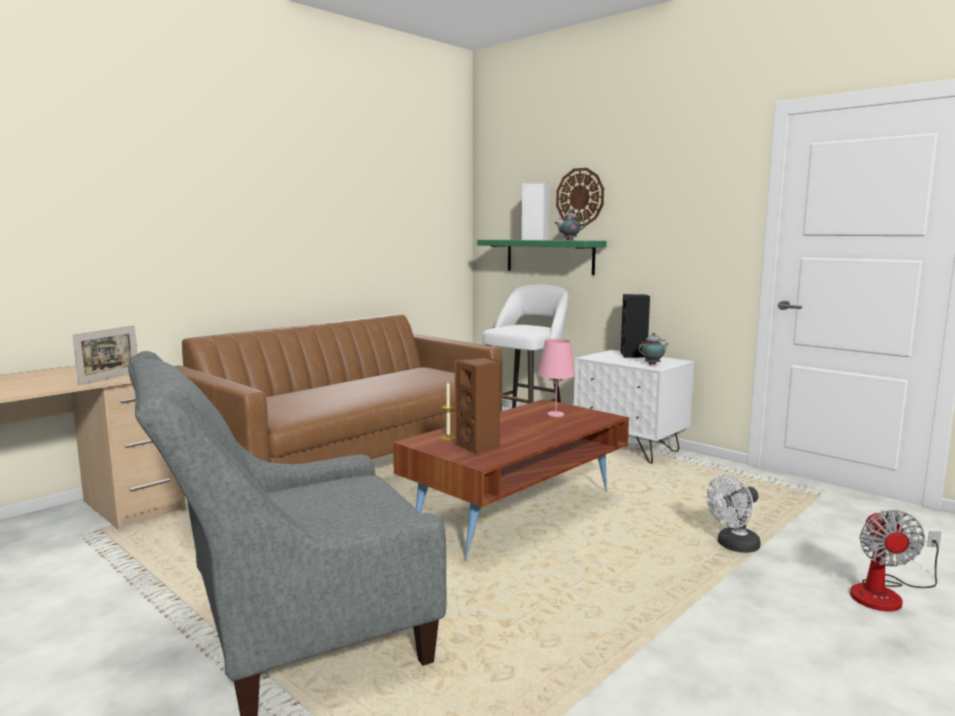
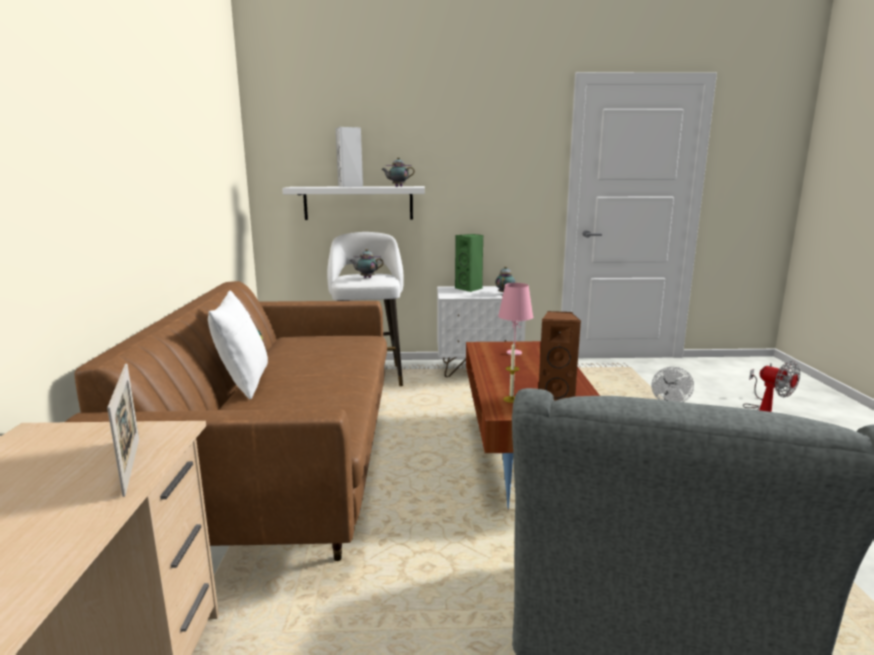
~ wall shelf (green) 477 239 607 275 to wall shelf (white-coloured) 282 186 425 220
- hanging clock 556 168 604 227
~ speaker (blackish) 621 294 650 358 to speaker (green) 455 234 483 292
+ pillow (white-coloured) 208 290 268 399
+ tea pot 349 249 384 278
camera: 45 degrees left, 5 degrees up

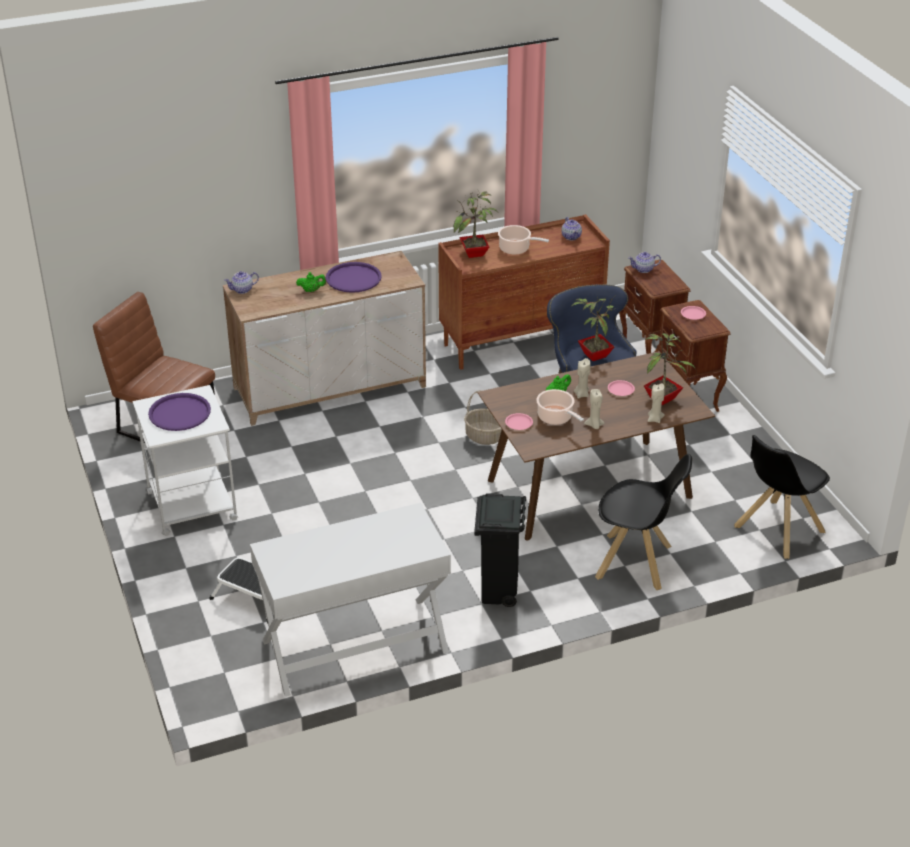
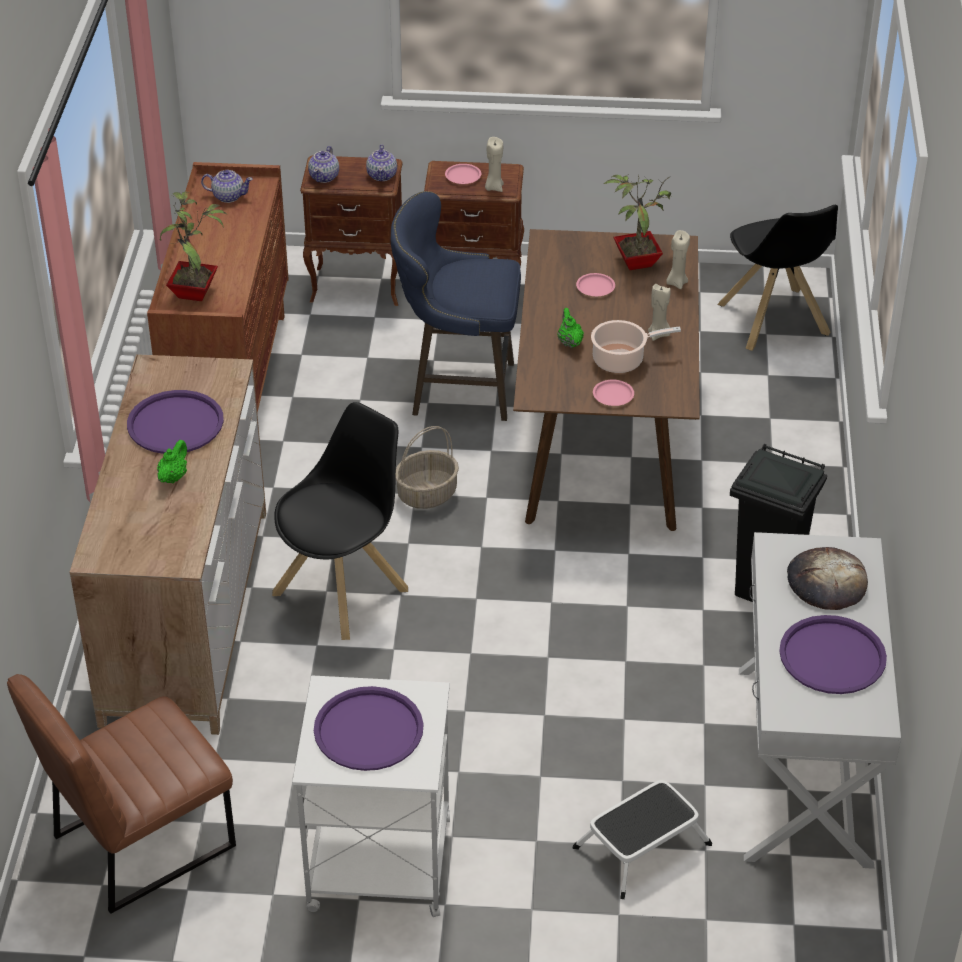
~ tea pot 224 271 259 294 to 366 144 397 181
- stockpot 498 225 549 255
- houseplant 572 295 616 361
~ candle (beige-coloured) 574 358 591 398 to 485 137 504 192
~ plain chair (blackish) 595 454 692 590 to 272 402 408 640
+ tray (purplish) 779 615 887 694
+ bakery bread 787 547 868 610
camera: 65 degrees left, 5 degrees up

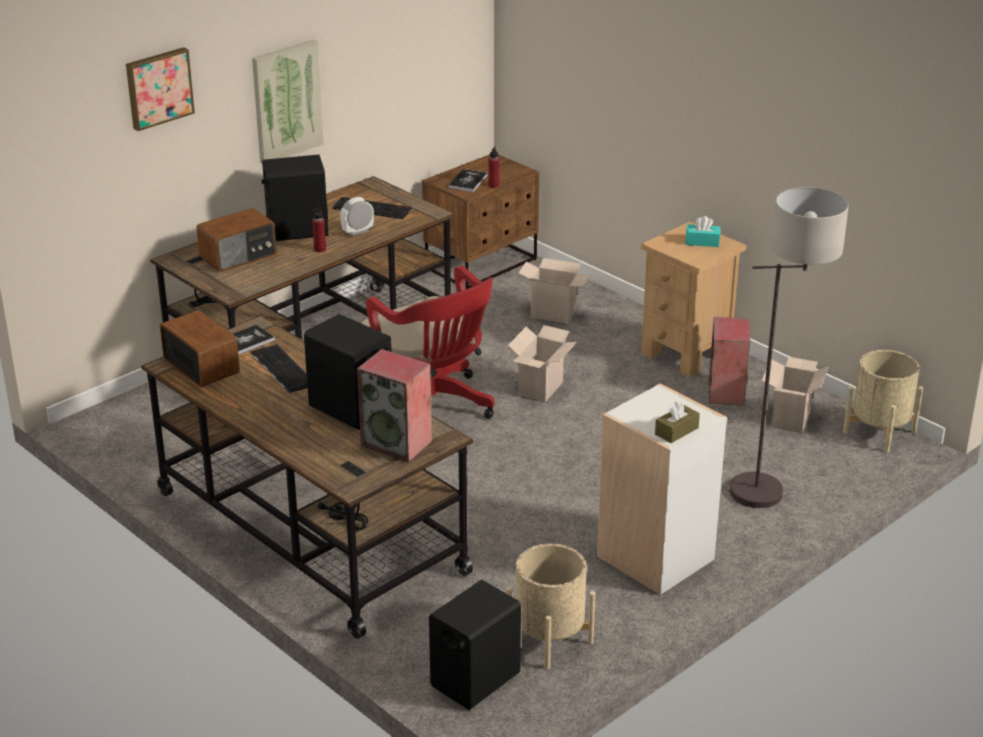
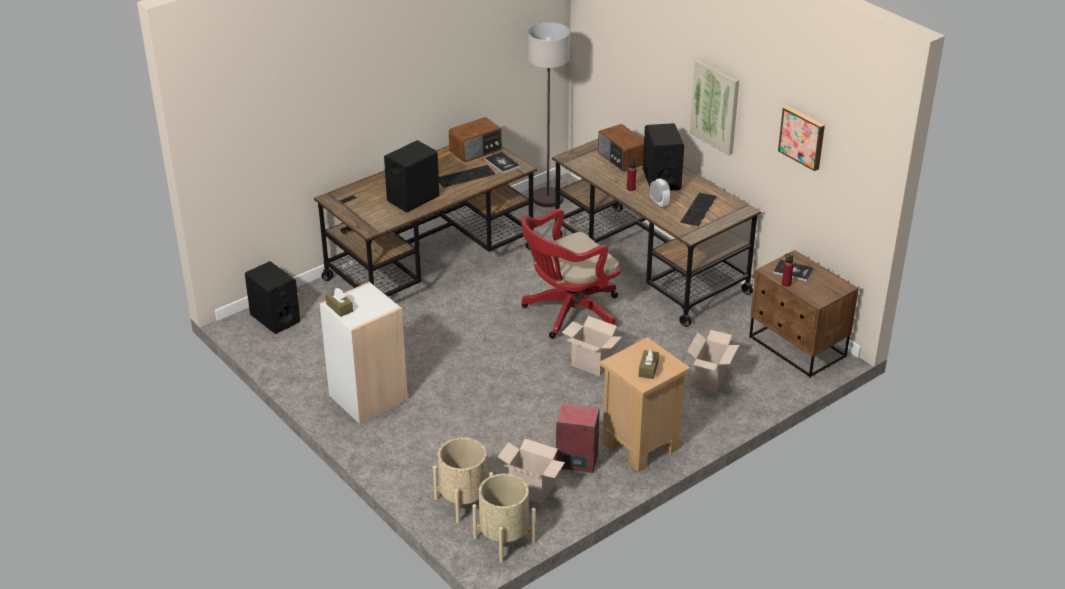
~ picture 126 47 195 131 to 778 106 825 171
- speaker 357 349 432 462
~ flower pot (beige-coloured) 506 544 595 670 to 433 437 493 524
~ tissue box (turquoise) 685 216 720 247 to tissue box (brown) 639 349 659 379
~ standard lamp (grey) 730 187 848 508 to 528 22 570 207
camera: 95 degrees right, 5 degrees up

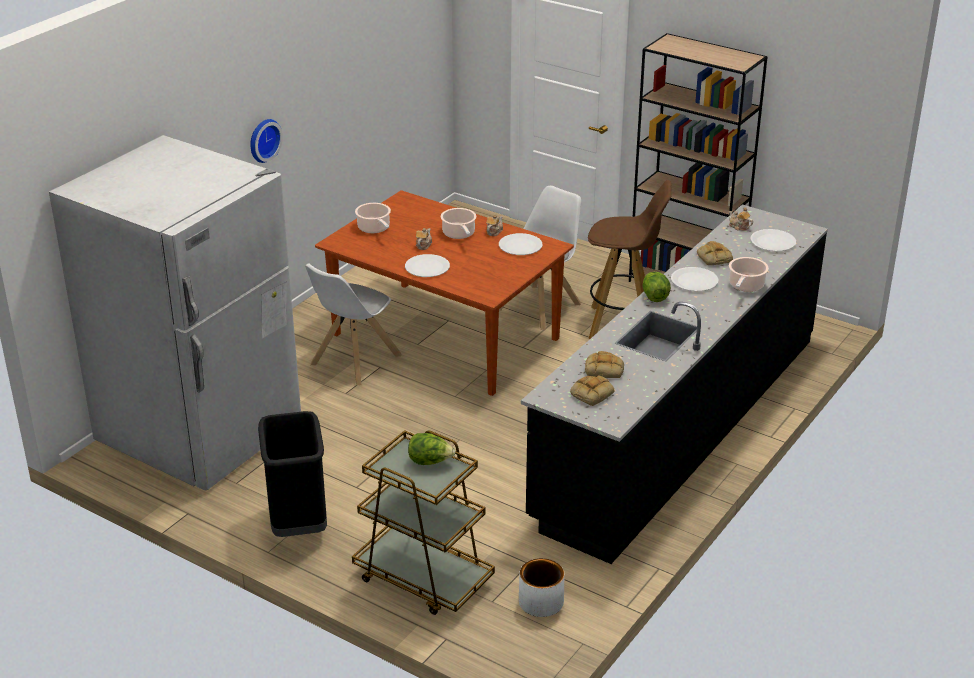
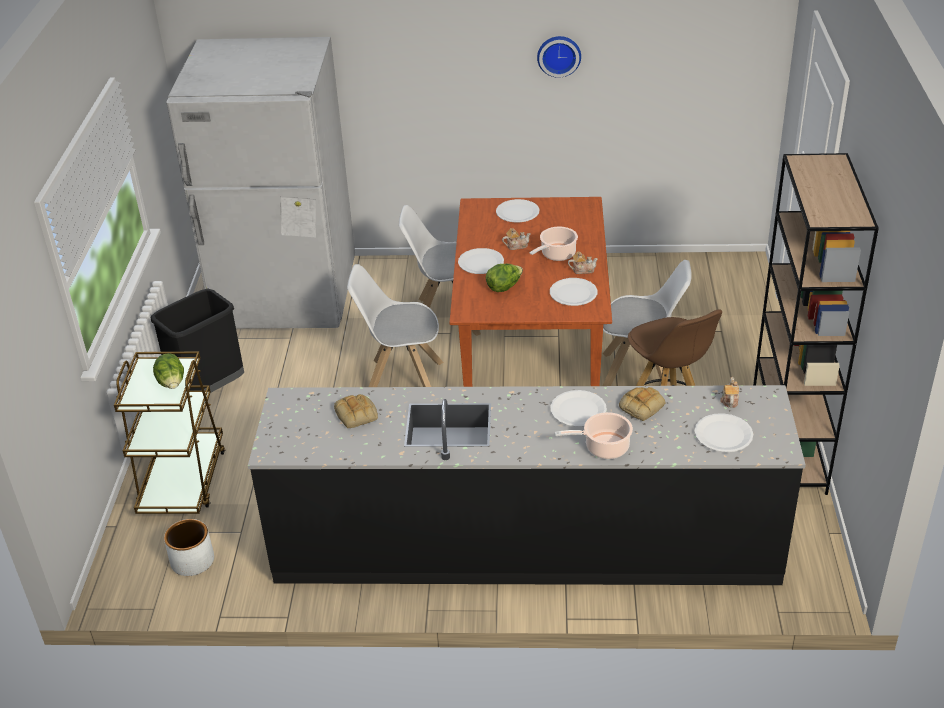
~ hanging clock 250 119 283 163 to 537 36 581 78
~ stockpot 355 203 391 234 to plate (white-coloured) 496 199 539 222
- bakery bread 570 376 615 406
~ head of lettuce 643 272 671 302 to 486 264 523 292
+ plain chair 347 264 444 387
camera: 60 degrees right, 5 degrees up

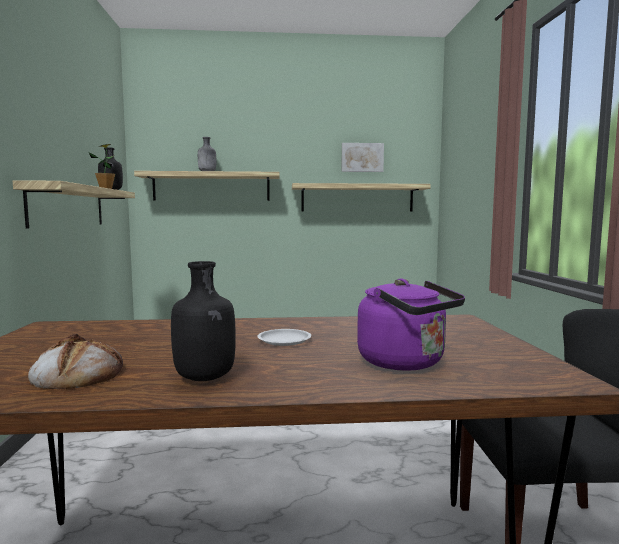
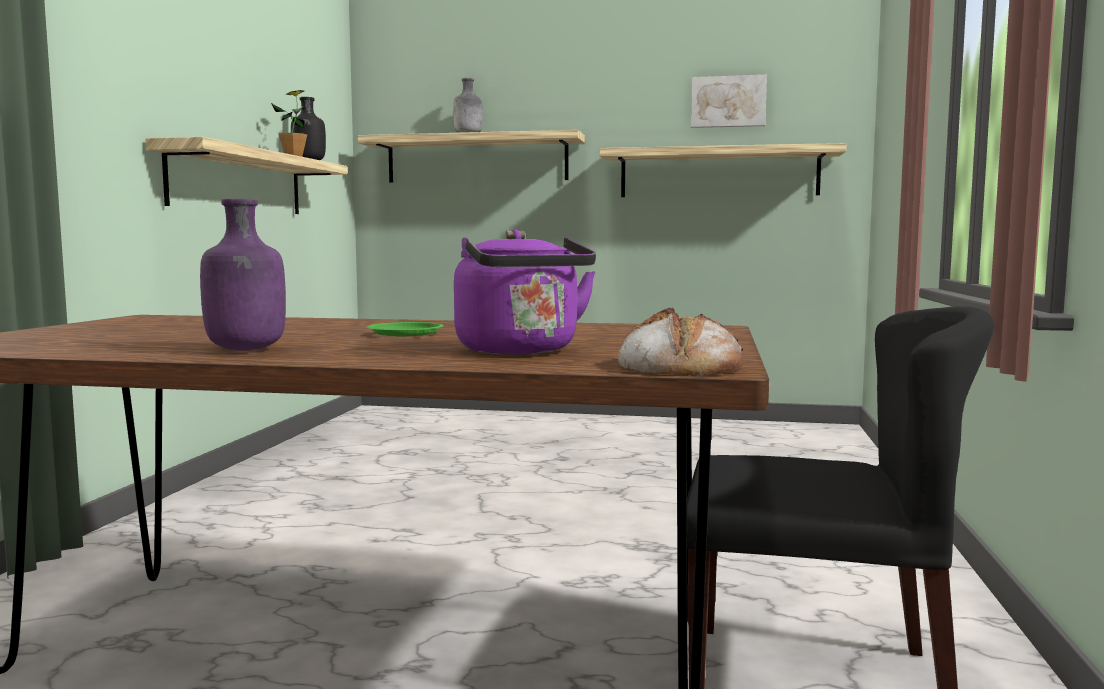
~ bakery bread 28 334 123 389 to 618 308 743 376
~ drink bottle (blackish) 171 261 236 381 to drink bottle (purplish) 200 199 286 351
~ plate (white-coloured) 257 329 311 346 to plate (green) 367 322 444 336
camera: 15 degrees right, 0 degrees up

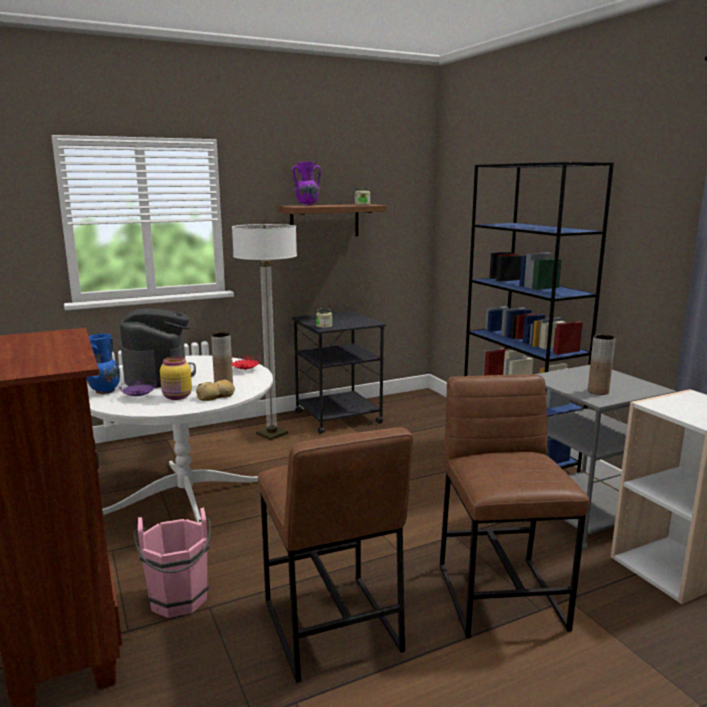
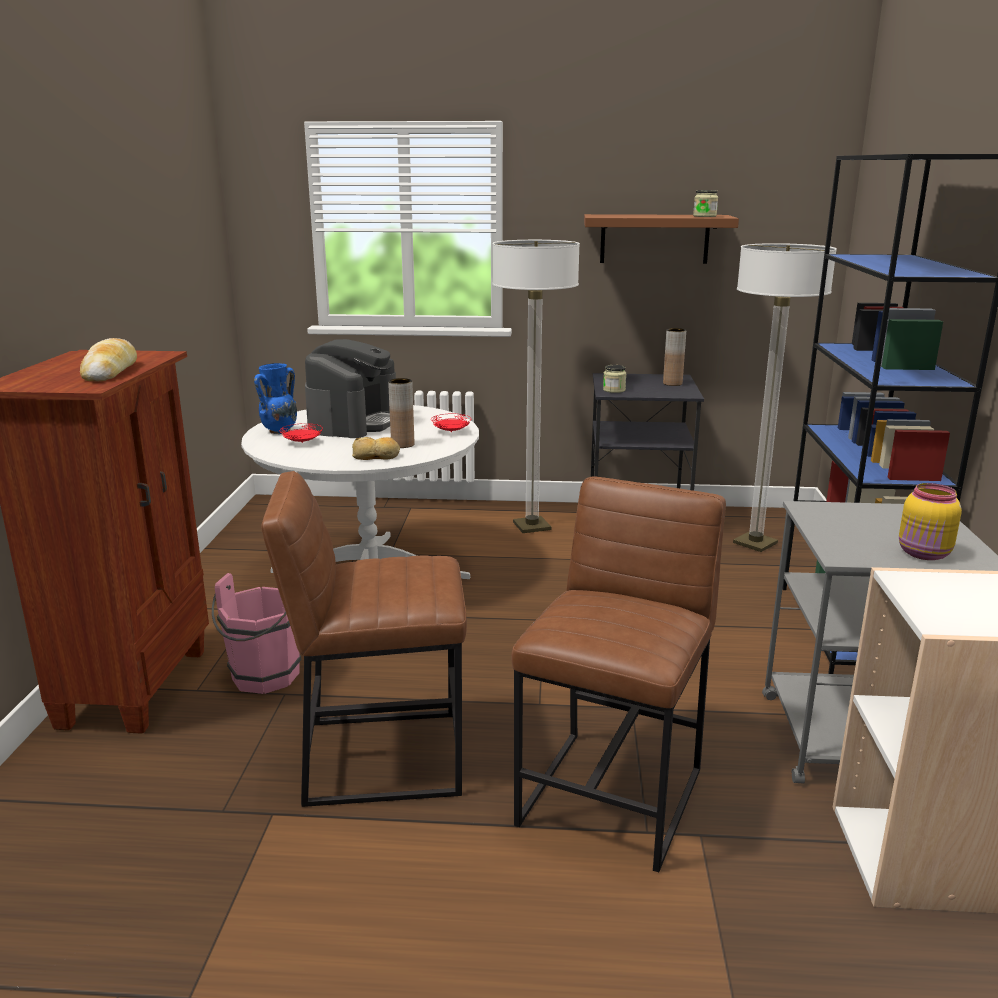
~ plate (purplish) 119 380 156 397 to plate (red-coloured) 279 423 323 443
~ preserve jar (yellow-coloured) 160 356 192 400 to 899 483 962 560
~ plain chair (brown) 258 427 413 683 = 261 471 467 807 75 degrees clockwise
- decorative vase (purplish) 292 162 321 206
~ decorative vase (brown) 588 334 615 395 to 663 328 686 386
+ bakery bread 80 338 137 381
+ standard lamp 733 243 837 552
camera: 30 degrees right, 5 degrees up

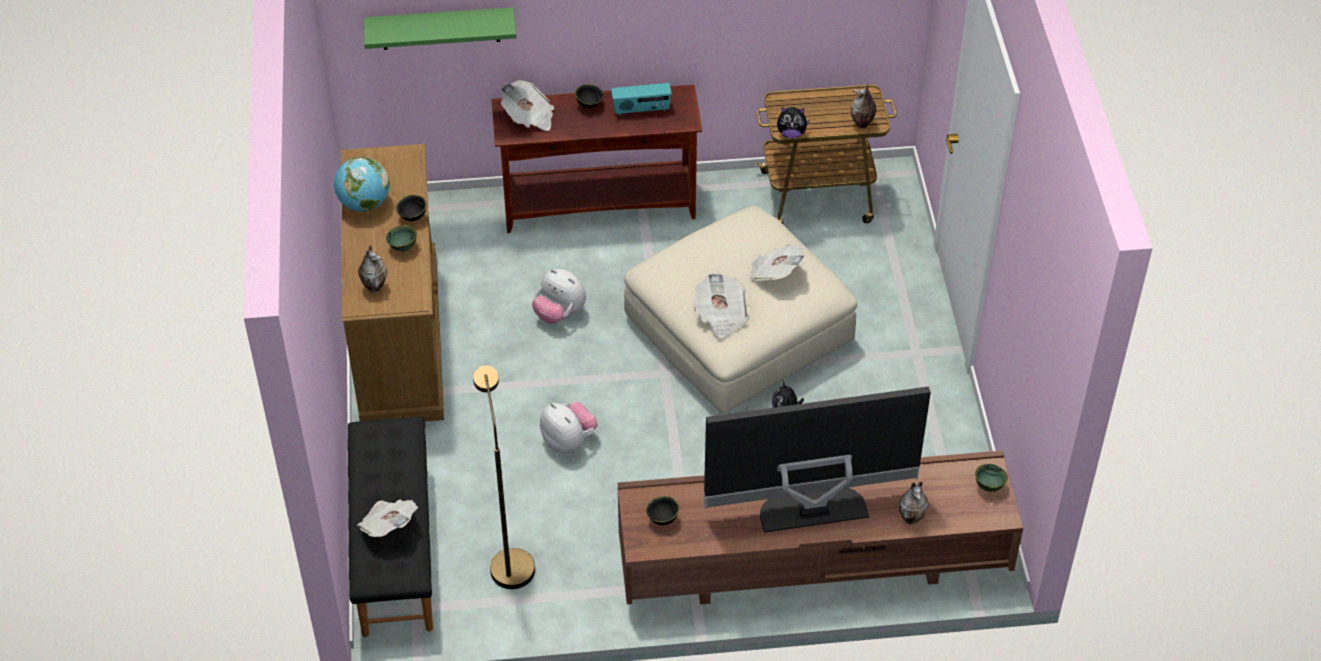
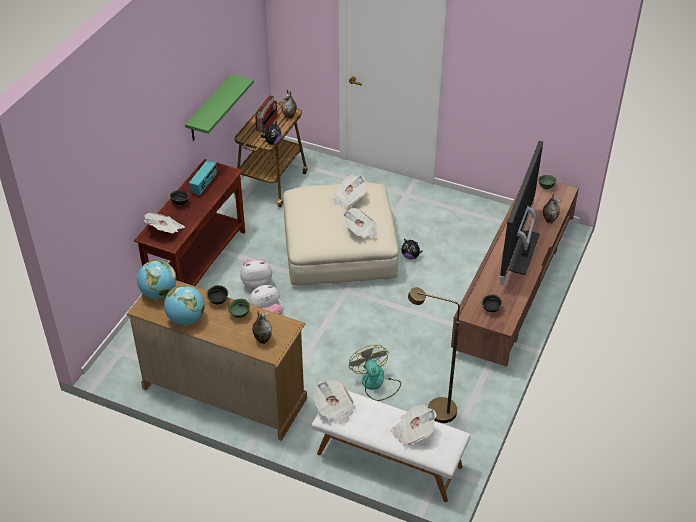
~ long seat (blackish) 348 417 433 637 to long seat (white-coloured) 312 391 470 502
~ wall shelf (green) 364 7 516 50 to 185 74 254 141
~ cuddly toy 540 402 598 453 to 240 258 272 289
+ desk globe 137 260 176 299
+ radio set 255 95 277 133
+ daily paper 313 380 356 426
+ cooling fan 349 345 401 401
camera: 60 degrees left, 5 degrees down

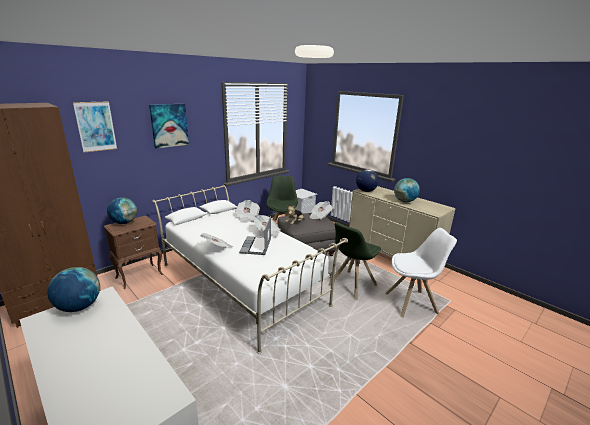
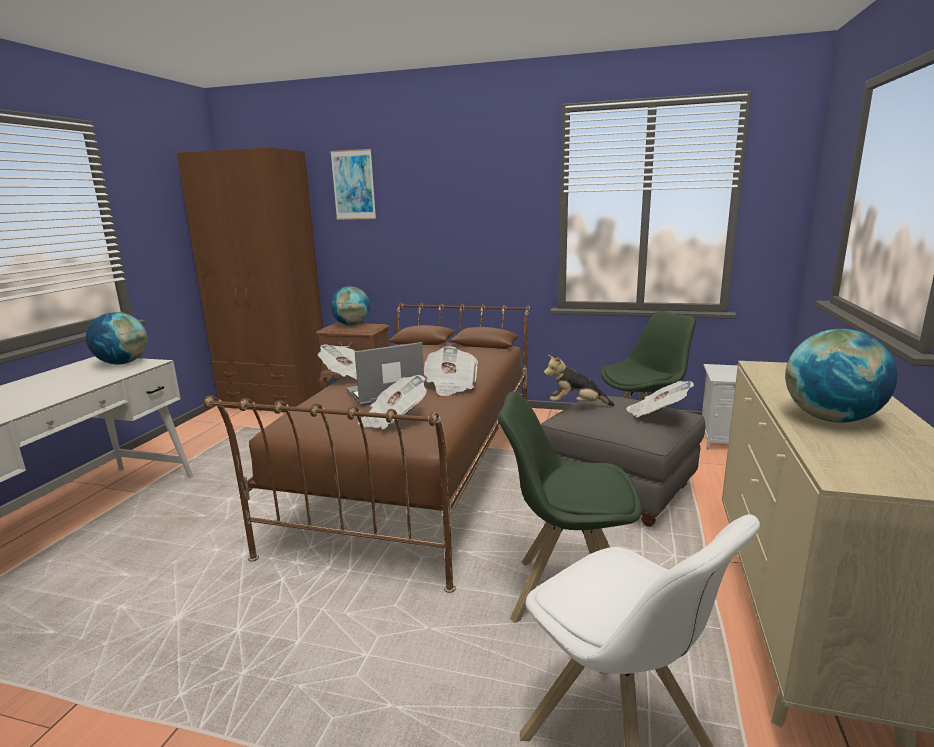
- picture 149 104 189 148
~ sleeping bed (white-coloured) 152 185 348 353 to sleeping bed (brown) 204 303 530 593
~ daily paper 235 200 260 223 to 358 375 427 429
- desk globe 356 169 379 192
camera: 60 degrees right, 5 degrees down

